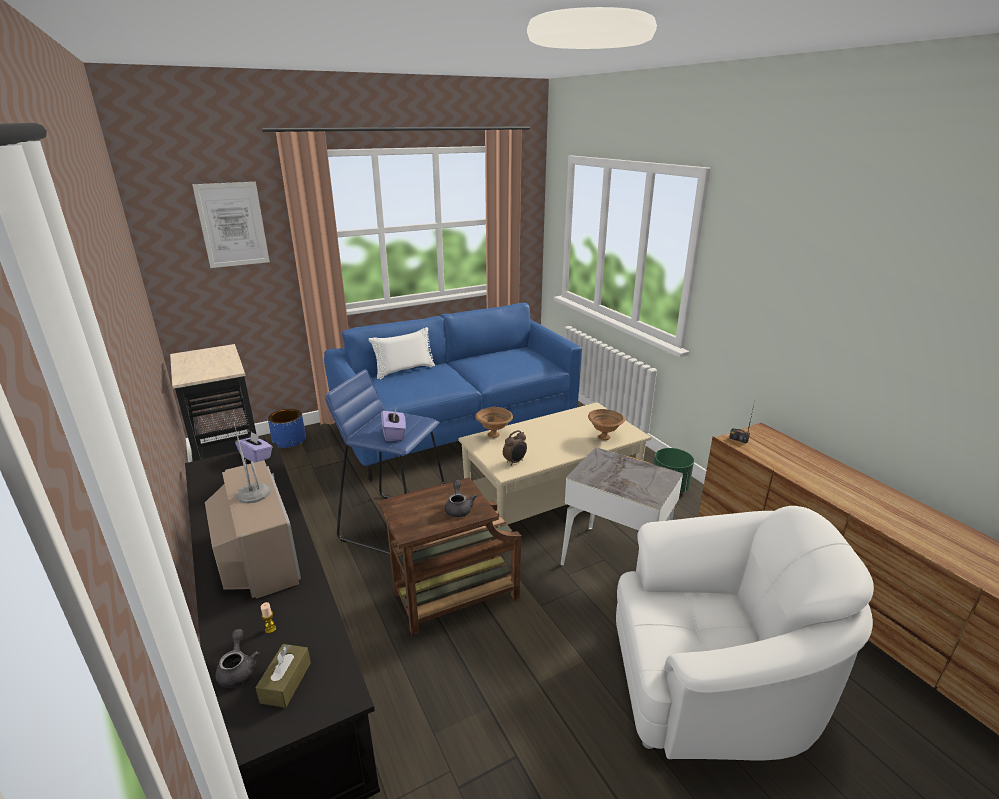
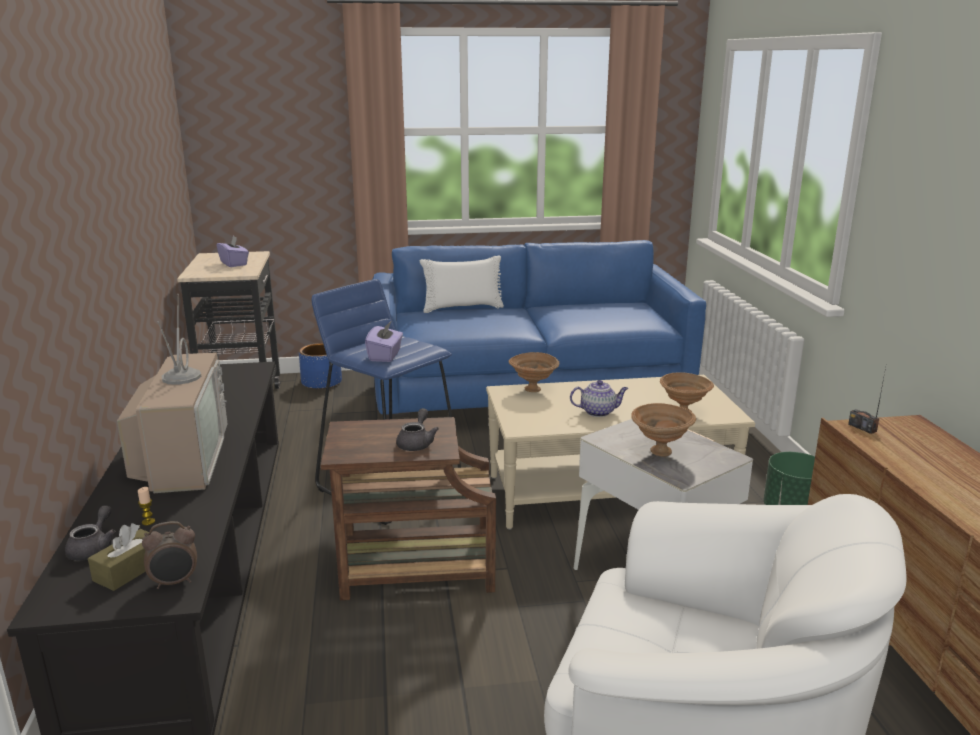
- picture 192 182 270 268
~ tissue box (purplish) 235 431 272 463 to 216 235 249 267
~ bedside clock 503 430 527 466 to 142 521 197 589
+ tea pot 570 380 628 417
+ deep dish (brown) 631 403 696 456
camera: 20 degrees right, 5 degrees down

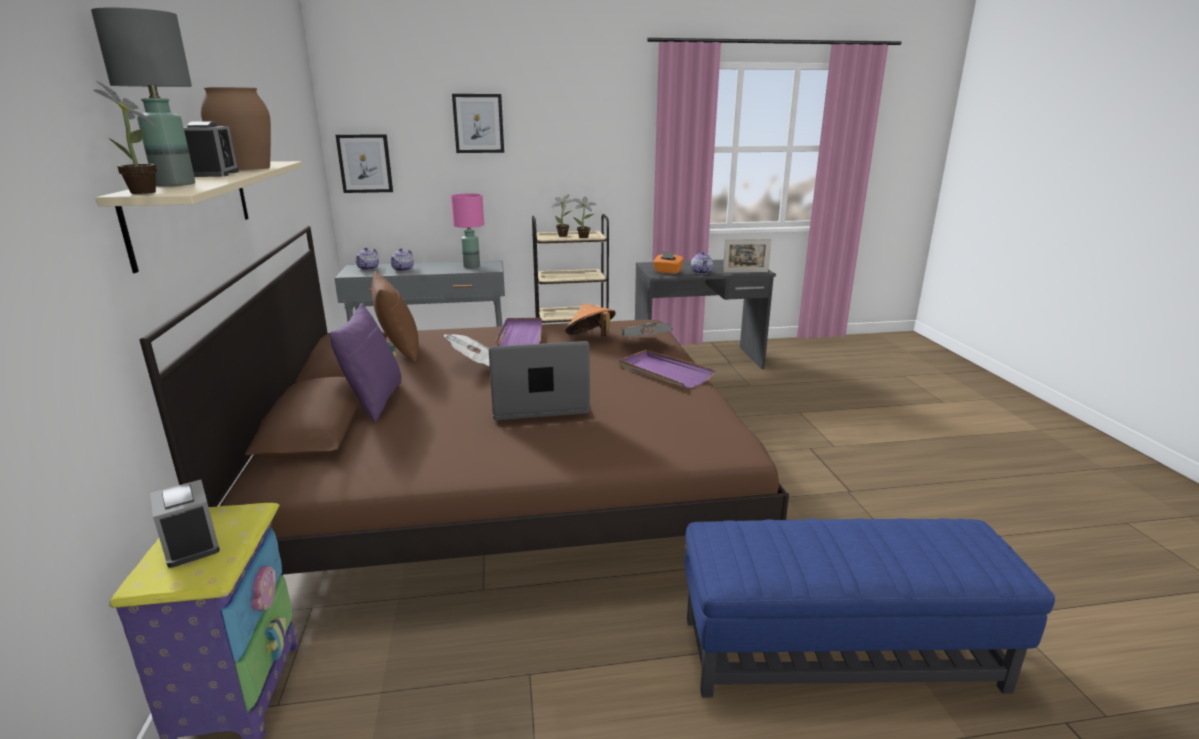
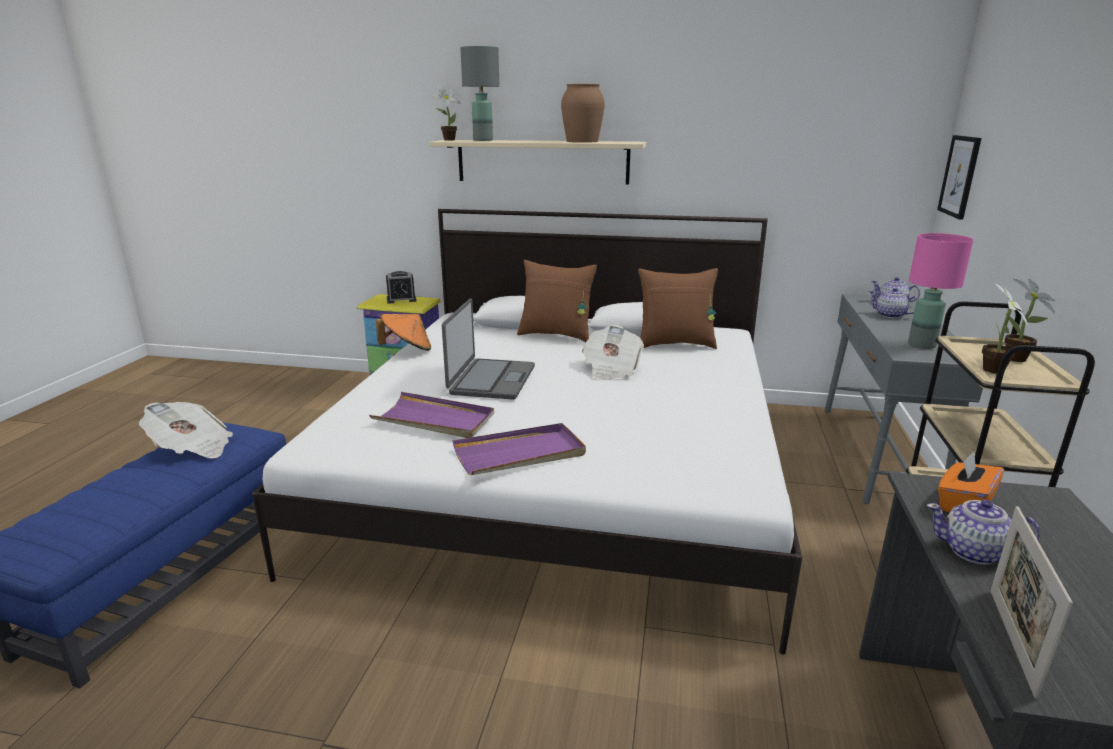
~ sleeping bed (brown) 139 226 789 575 to sleeping bed (white-coloured) 252 209 803 654
- bedside clock 184 121 239 177
~ pillow (purplish) 329 303 402 422 to pillow (brown) 517 260 597 342
- picture 452 94 504 153
~ tray (purplish) 496 318 542 346 to 369 392 494 438
~ clothing hat (orangey) 565 303 616 336 to 376 314 431 351
~ daily paper 621 323 673 337 to 139 402 233 458
camera: 110 degrees right, 0 degrees up

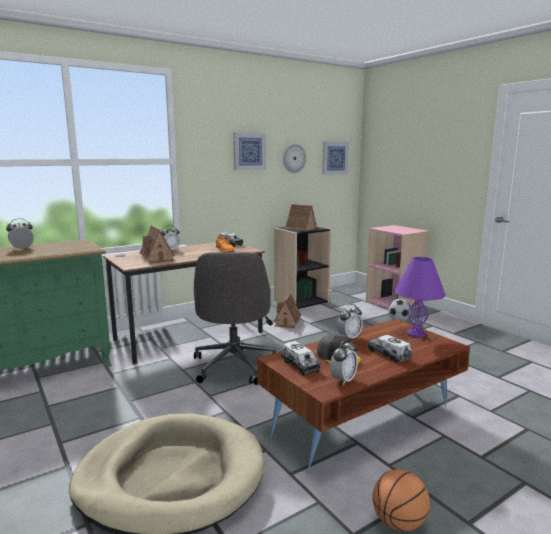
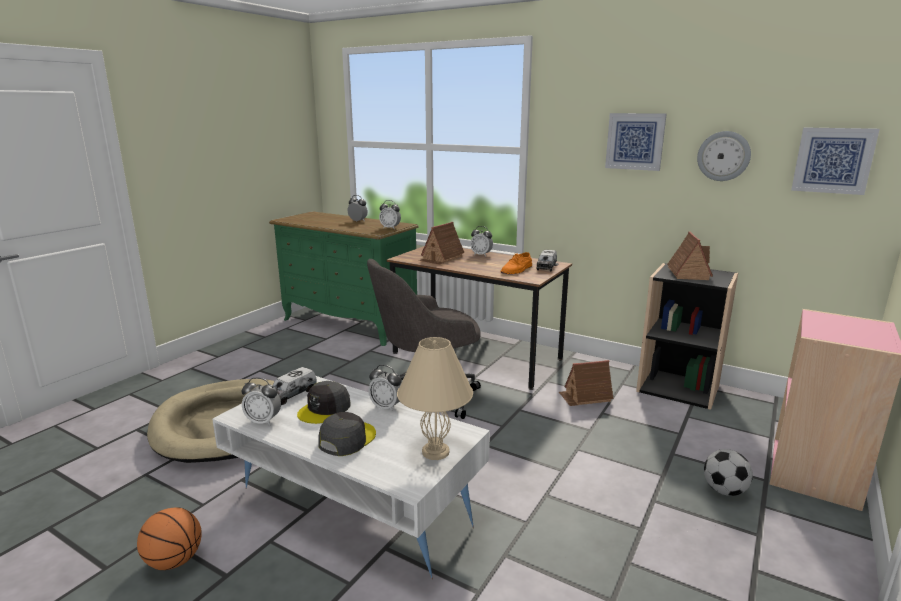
~ lounge table (brown) 257 319 470 471 to lounge table (white-coloured) 212 376 490 579
~ toy lorry 368 335 412 362 to peaked cap (grey) 318 412 376 456
~ table lamp (purplish) 394 257 446 338 to table lamp (beige-coloured) 397 337 473 460
+ bedside clock 379 200 401 228
camera: 65 degrees right, 5 degrees up

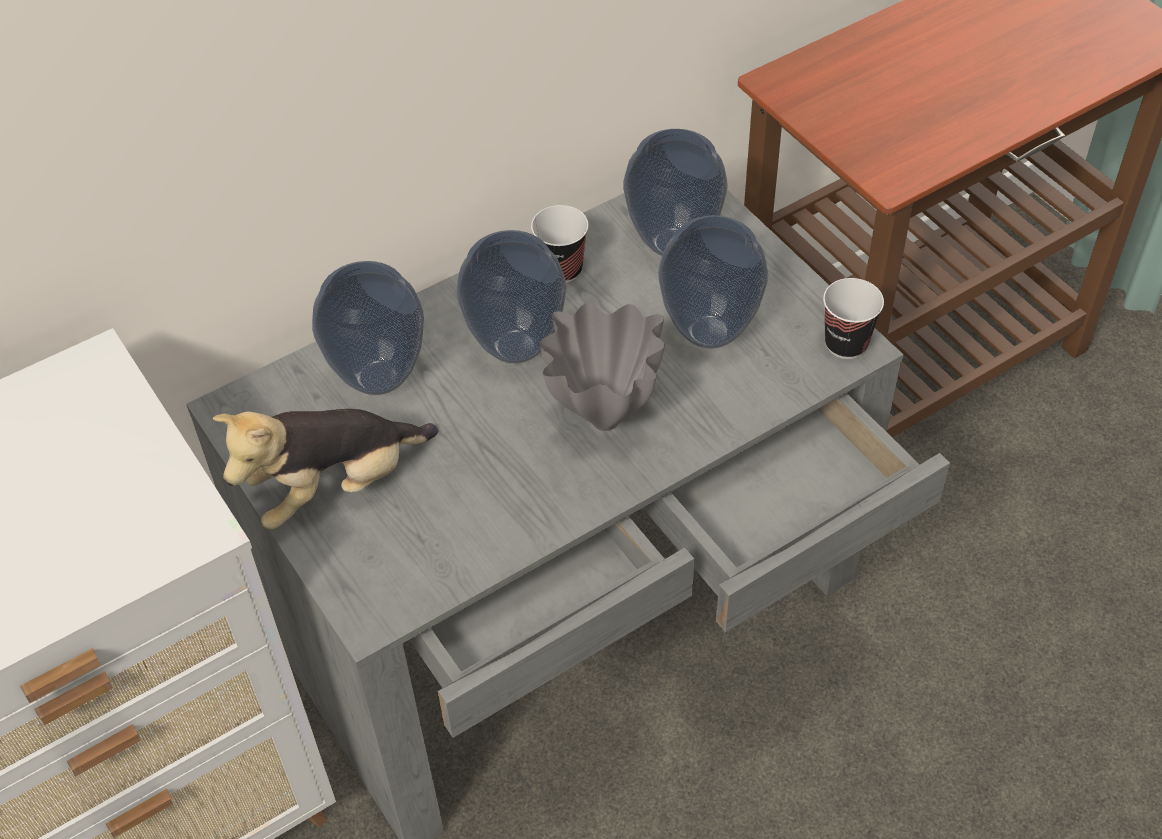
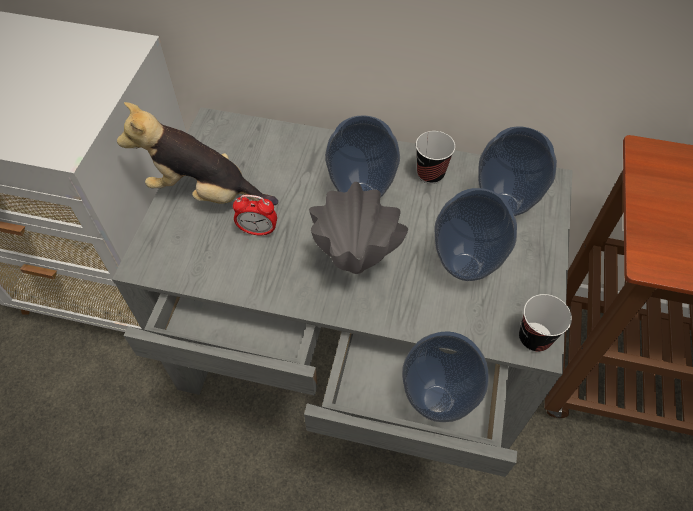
~ decorative vase 312 261 424 395 to 402 331 489 422
+ bedside clock 233 195 277 236
camera: 45 degrees right, 5 degrees up

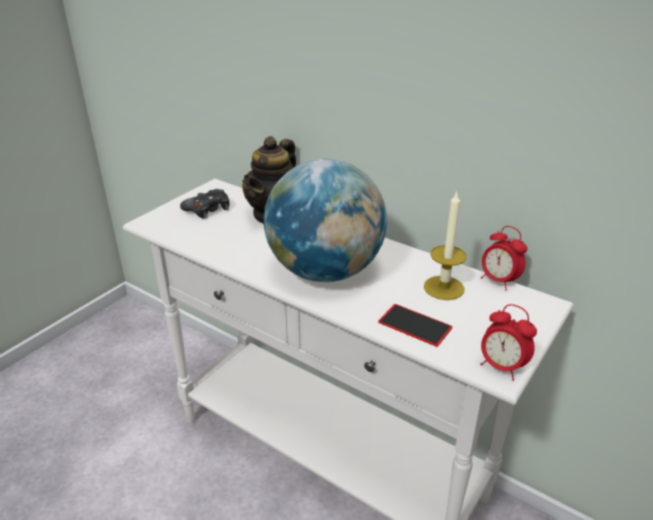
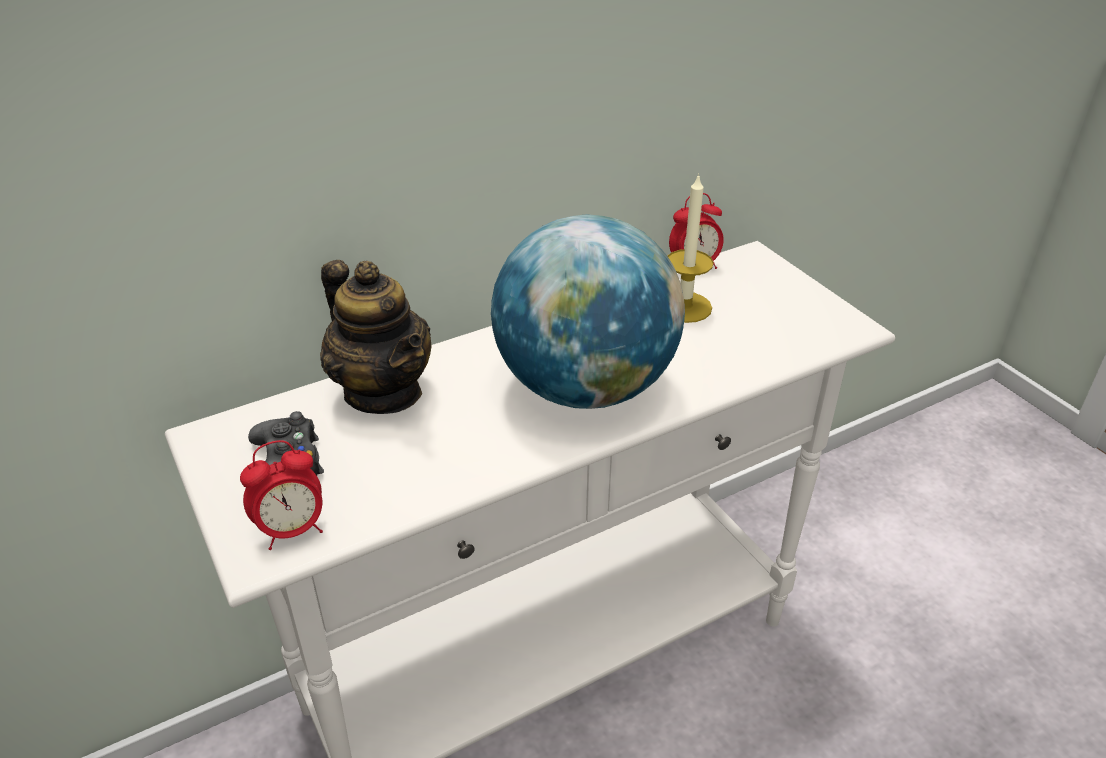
- telephone 378 304 452 347
~ bedside clock 480 304 537 381 to 240 440 323 550
camera: 65 degrees left, 5 degrees up

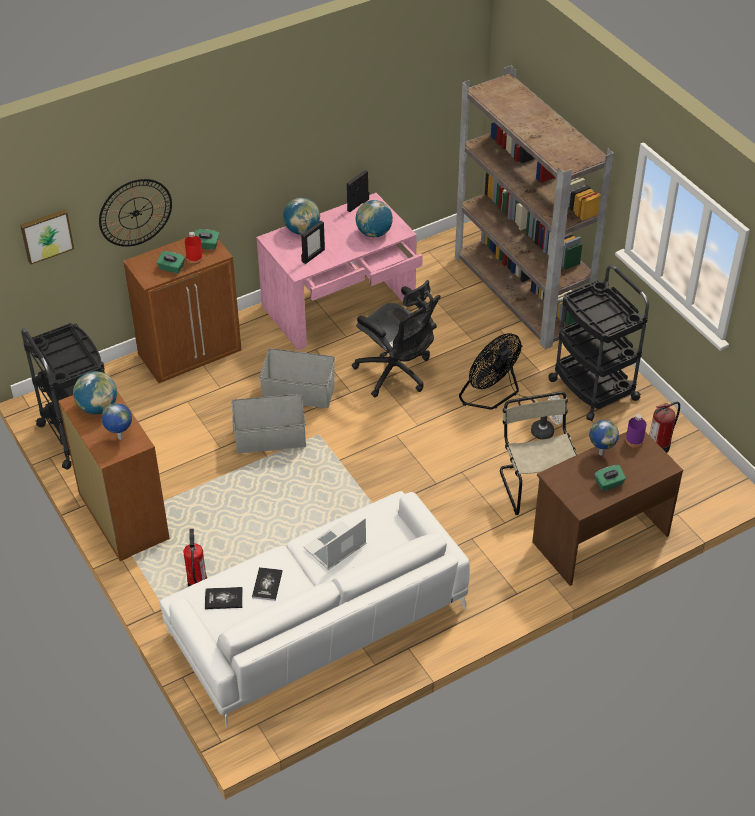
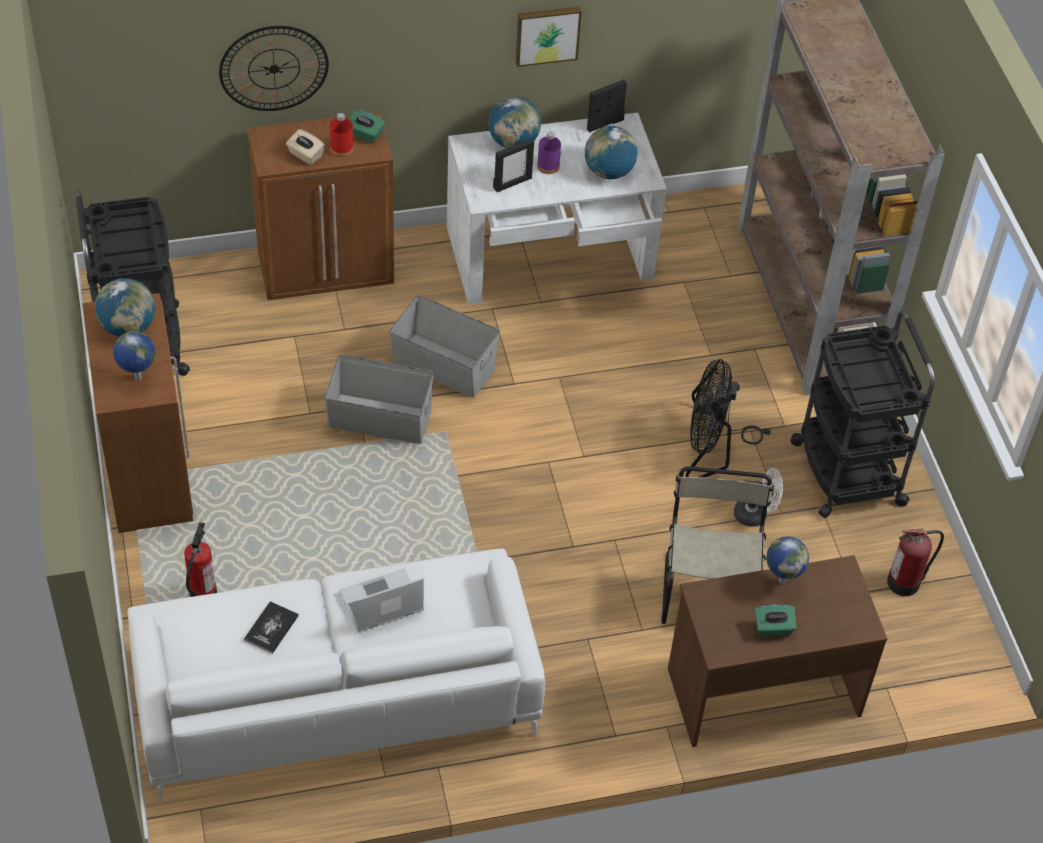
~ picture 20 209 74 265 to 516 6 582 67
~ tissue box (green) 157 251 185 274 to tissue box (beige-coloured) 286 129 325 165
- book 205 587 243 609
~ desk unit (pinkish) 256 193 423 351 to desk unit (white-coloured) 447 113 667 305
- computer chair 352 280 441 397
~ cooling fan (blackish) 459 333 535 409 = 686 359 772 478 60 degrees counterclockwise
~ drink bottle (purplish) 625 414 647 447 to 537 131 561 174
camera: 15 degrees right, 5 degrees up

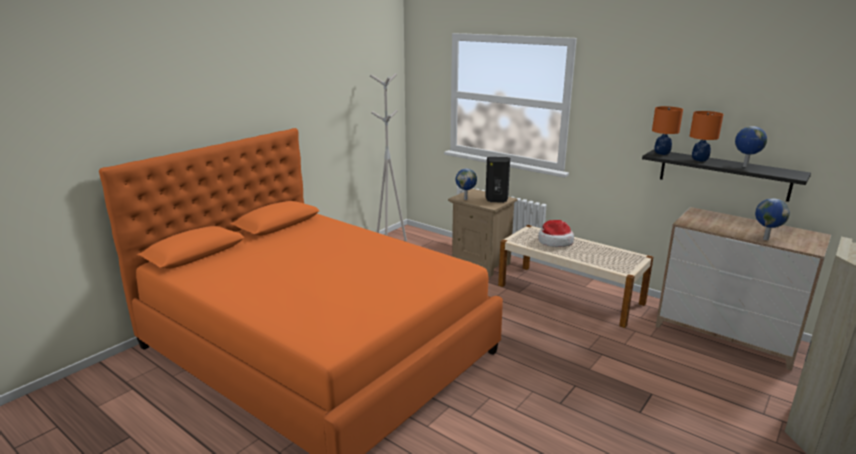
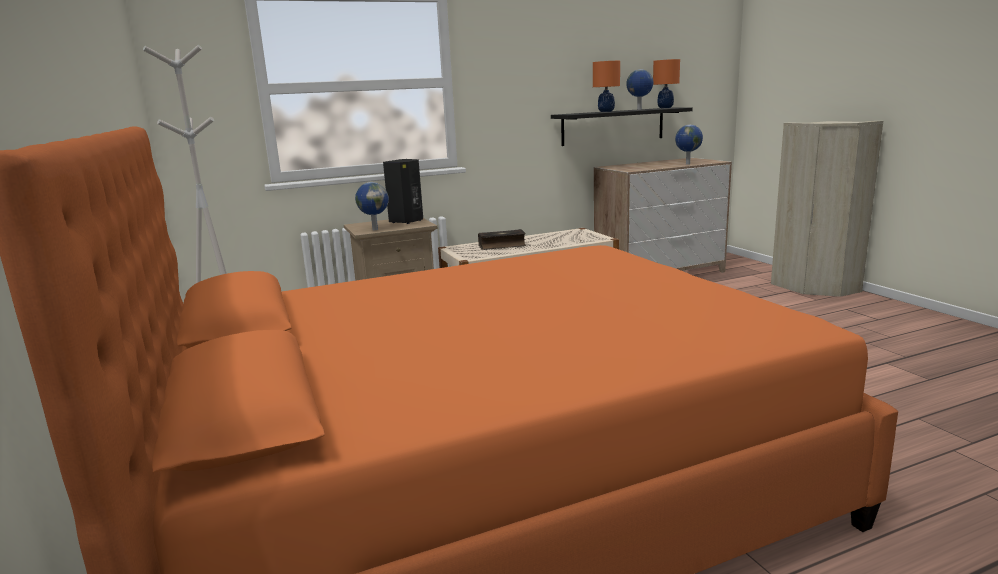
~ clothing hat 538 220 574 247 to book 478 229 526 250
~ table lamp (orangey) 652 106 683 155 to 653 59 680 108
camera: 60 degrees left, 5 degrees down

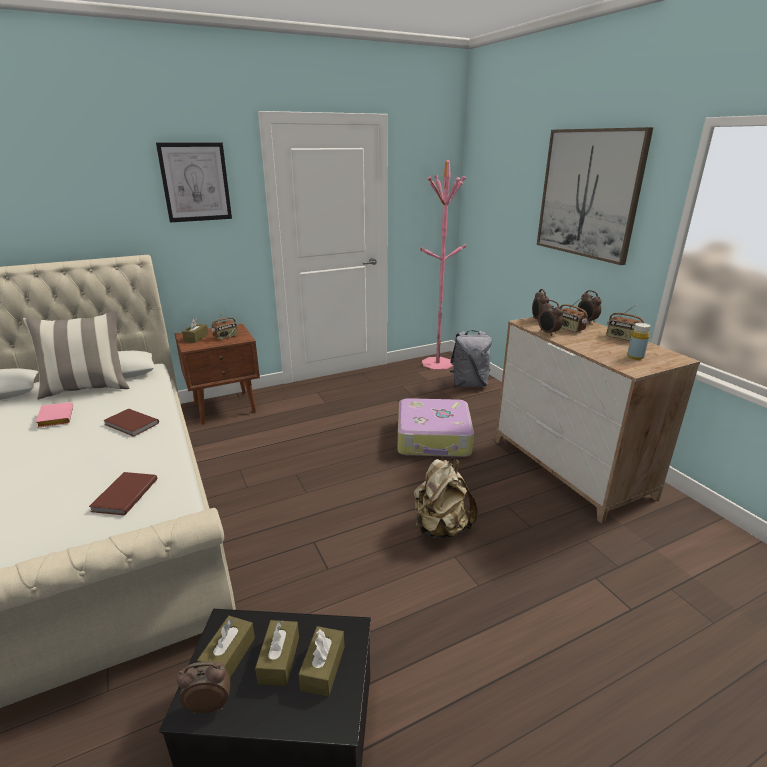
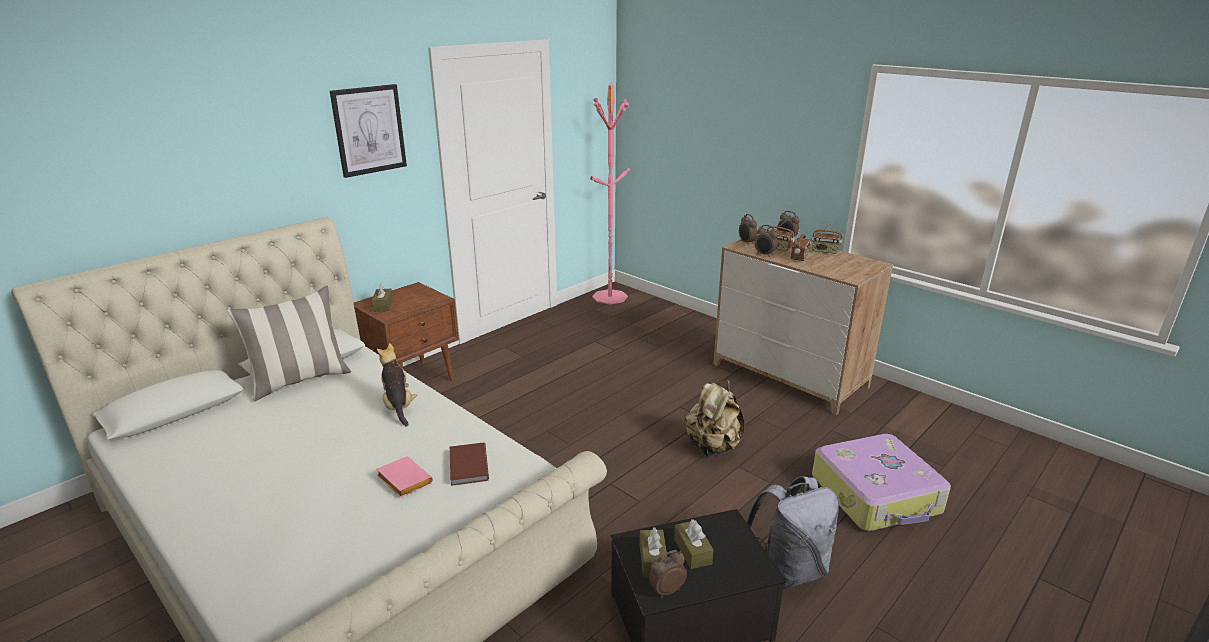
~ book (pinkish) 36 402 73 428 to 376 456 433 498
~ book (brown) 103 409 159 437 to cuddly toy 377 343 417 426
~ radio set 211 311 238 340 to 791 228 811 261
- tissue box (brown) 298 626 345 697
~ suitcase 398 398 474 457 to 812 434 951 531
~ backpack (grey) 450 330 492 387 to 747 476 839 590
- picture 537 127 653 265
- drink bottle (yellow-coloured) 627 323 651 360
camera: 20 degrees left, 0 degrees up

